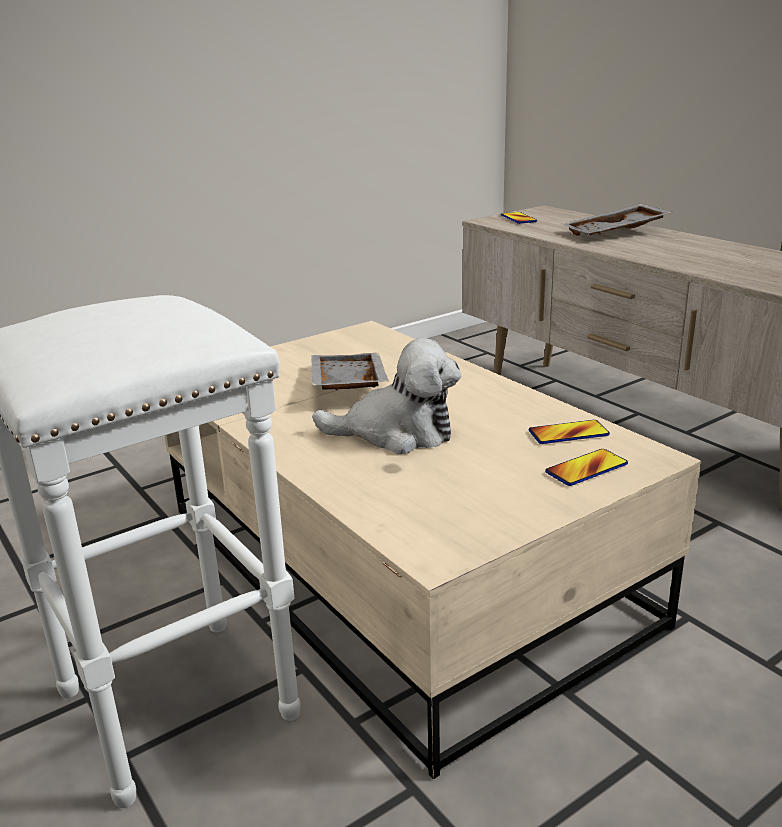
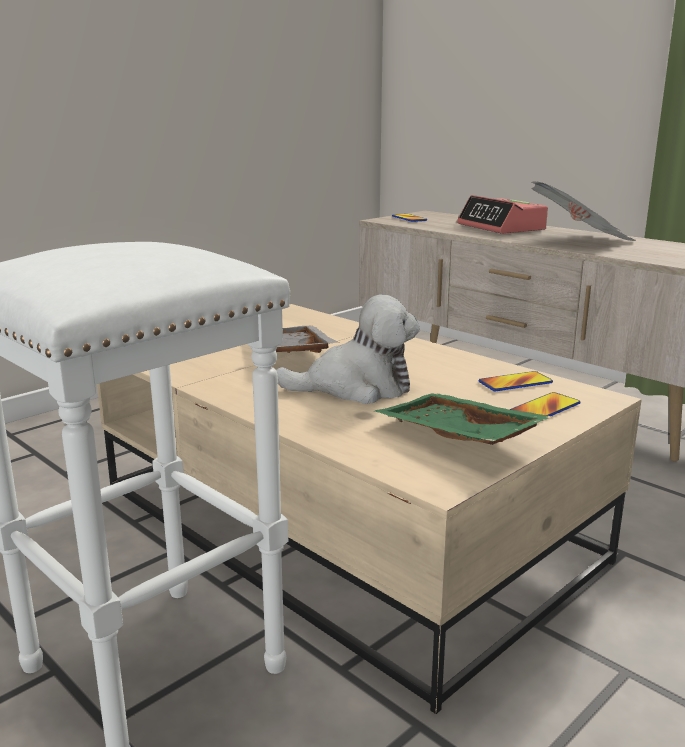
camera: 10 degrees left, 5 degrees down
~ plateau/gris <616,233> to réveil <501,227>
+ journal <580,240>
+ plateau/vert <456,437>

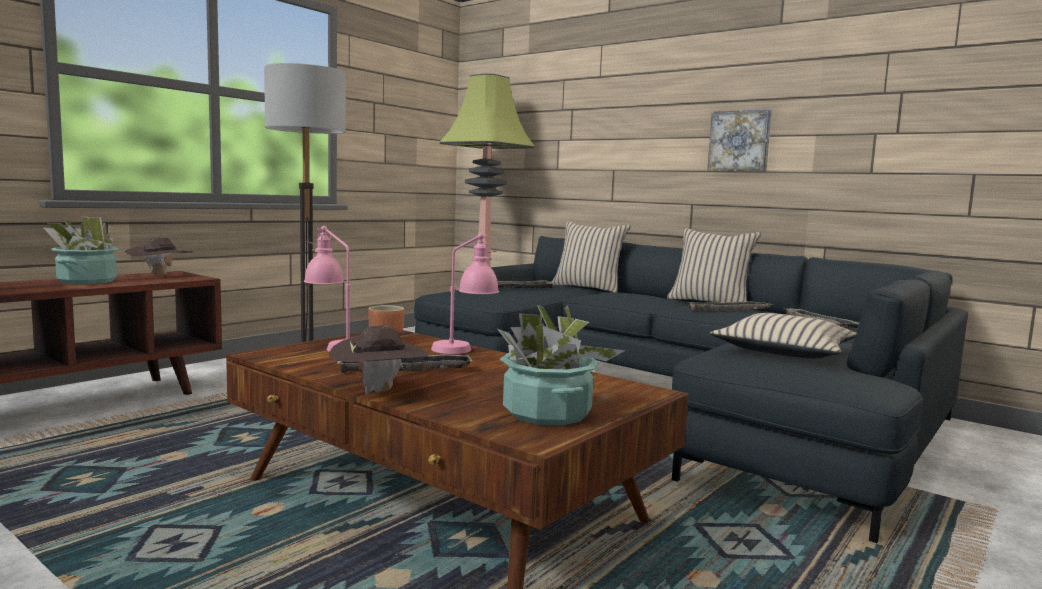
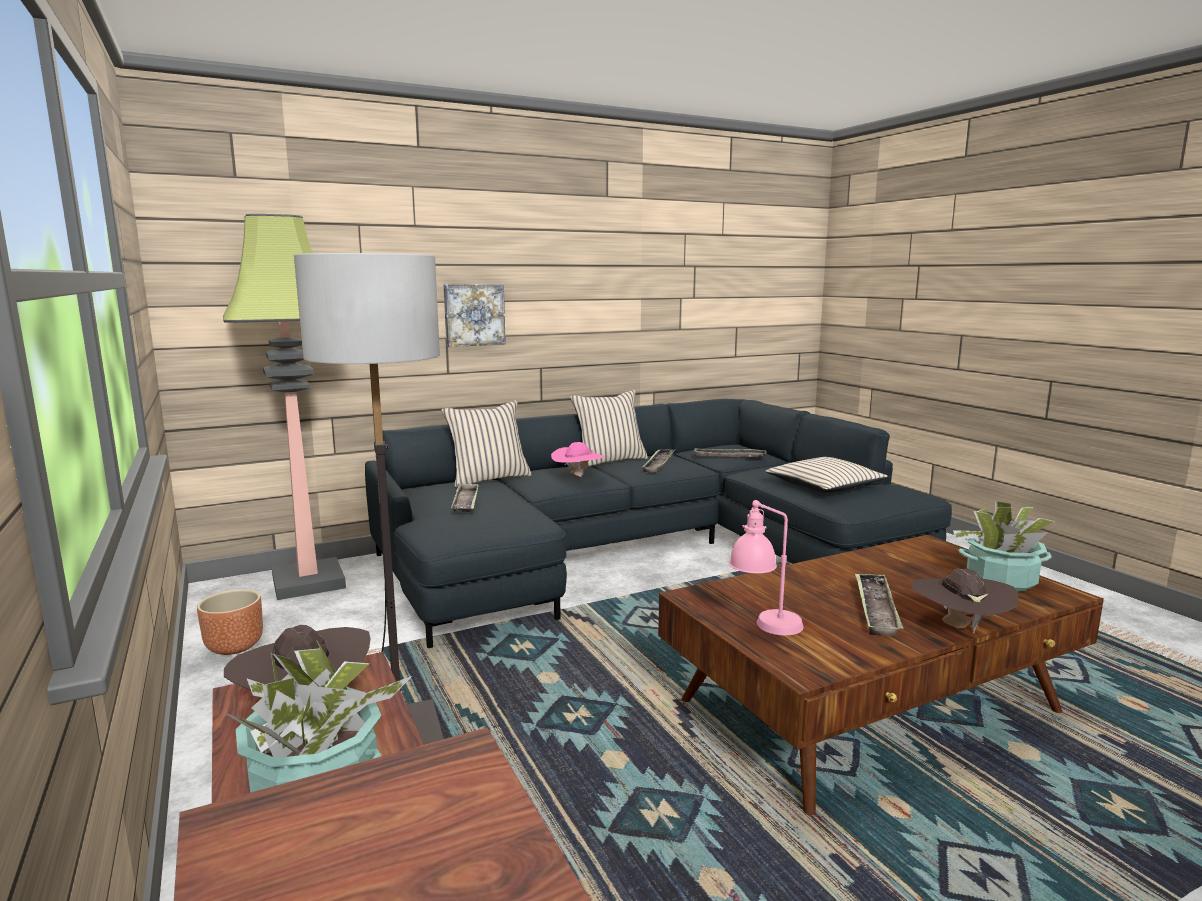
camera: 65 degrees left, 5 degrees up
~ tableau <740,141> to <474,314>
- lampe de table/rose <464,352>
+ chapeau/rose <578,477>

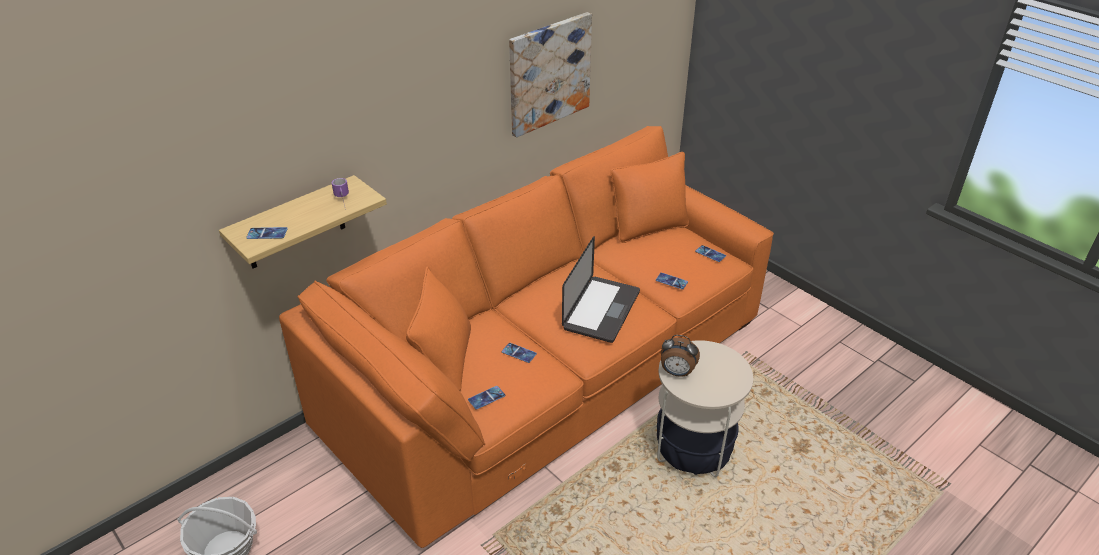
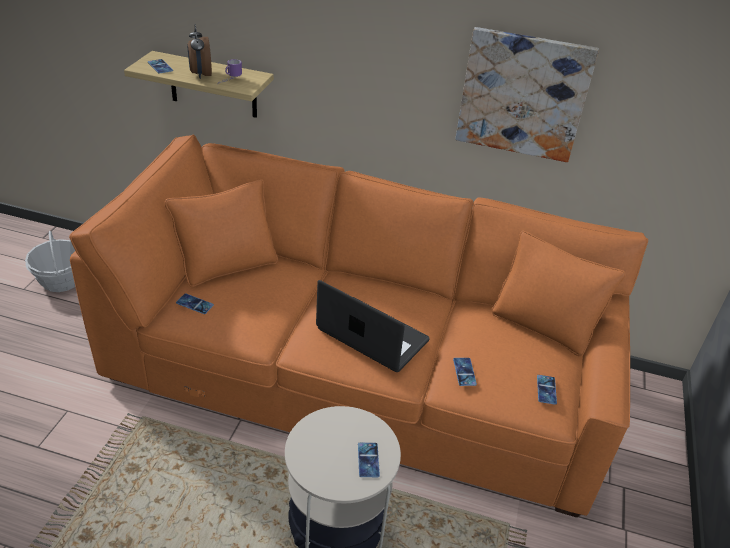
camera: 55 degrees right, 0 degrees up
~ ordinateur portable <601,310> = <372,335> 135 degrees counterclockwise
~ réveil <677,372> to <200,75>
~ téléphone <519,353> to <368,460>

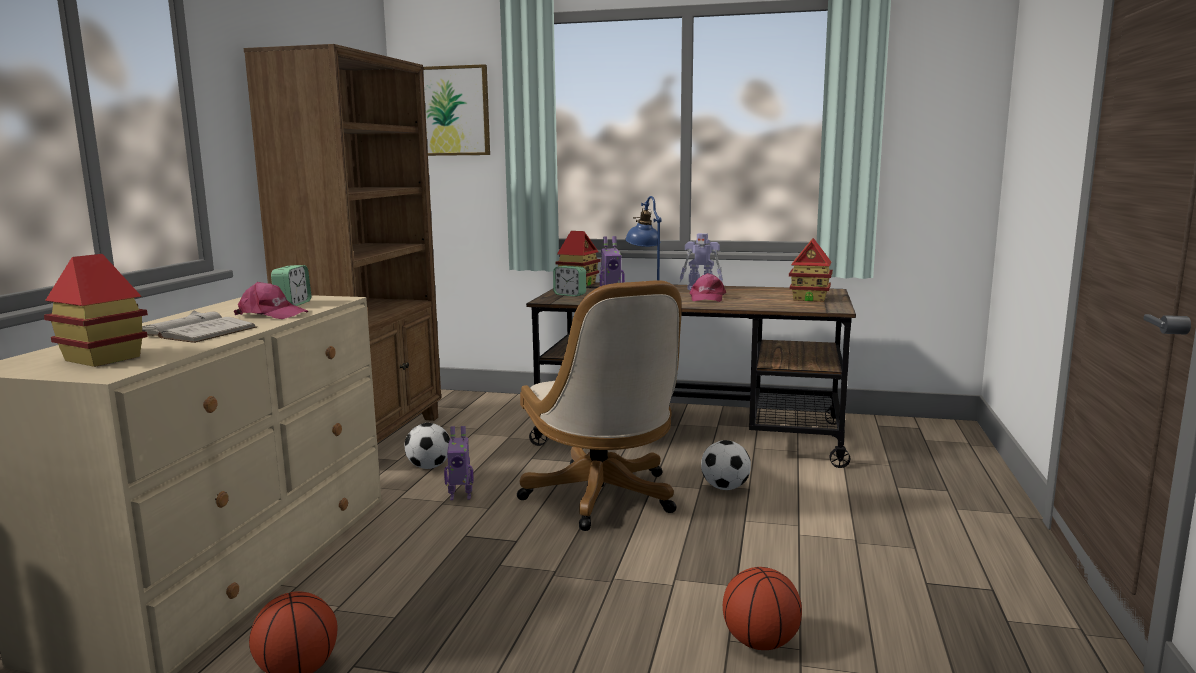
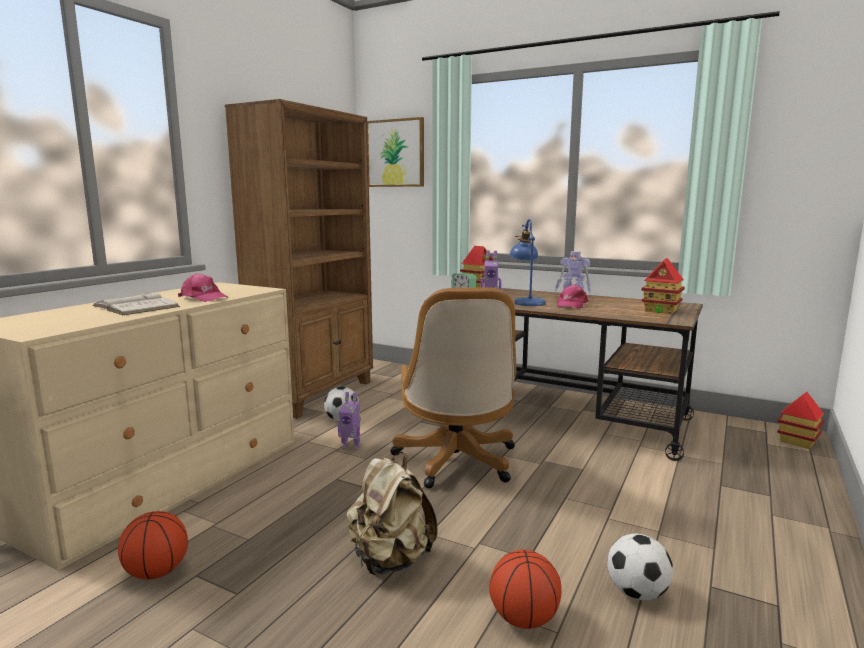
camera: 15 degrees right, 0 degrees up
~ maison miniature <102,358> to <797,442>
- réveil <293,304>
~ ballon de foot <725,488> to <637,593>
+ sac à dos/beige <390,560>

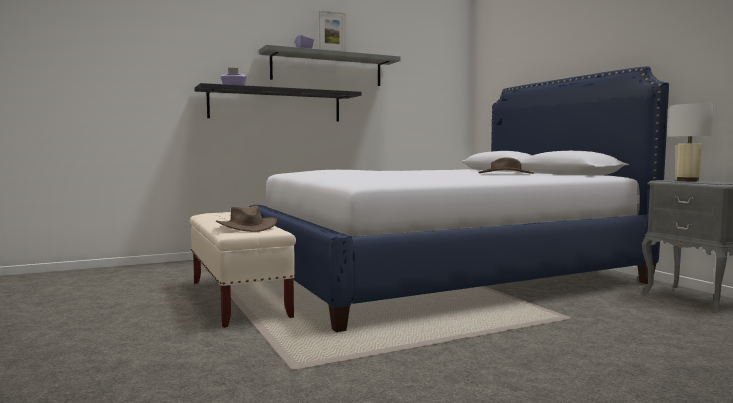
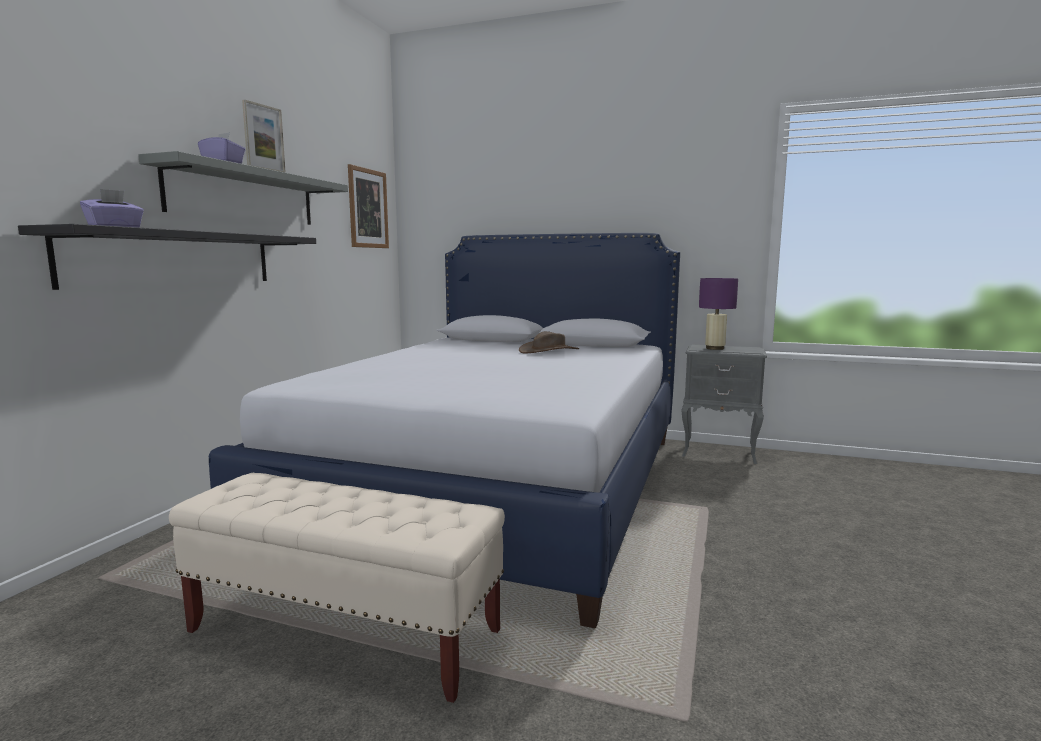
camera: 45 degrees left, 5 degrees up
~ lampe de table/blanc <688,181> to lampe de table/violet <715,348>
- chapeau/marron <246,227>
+ tableau <368,208>

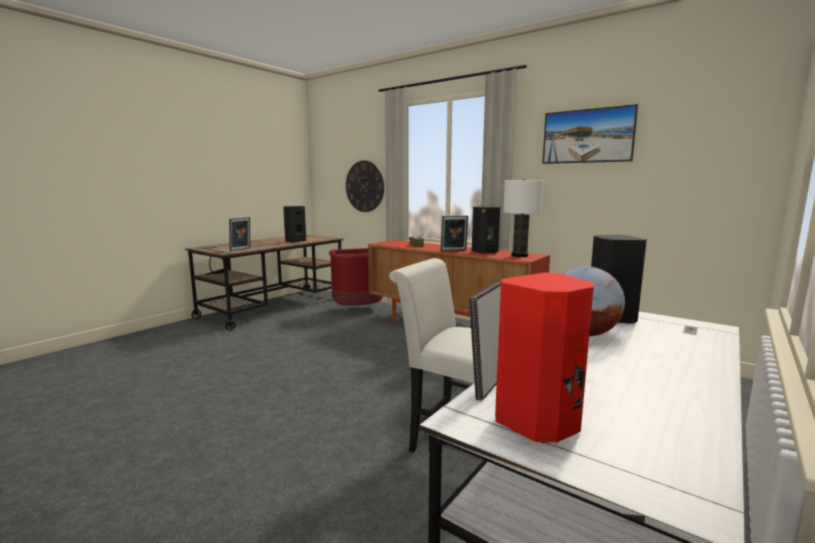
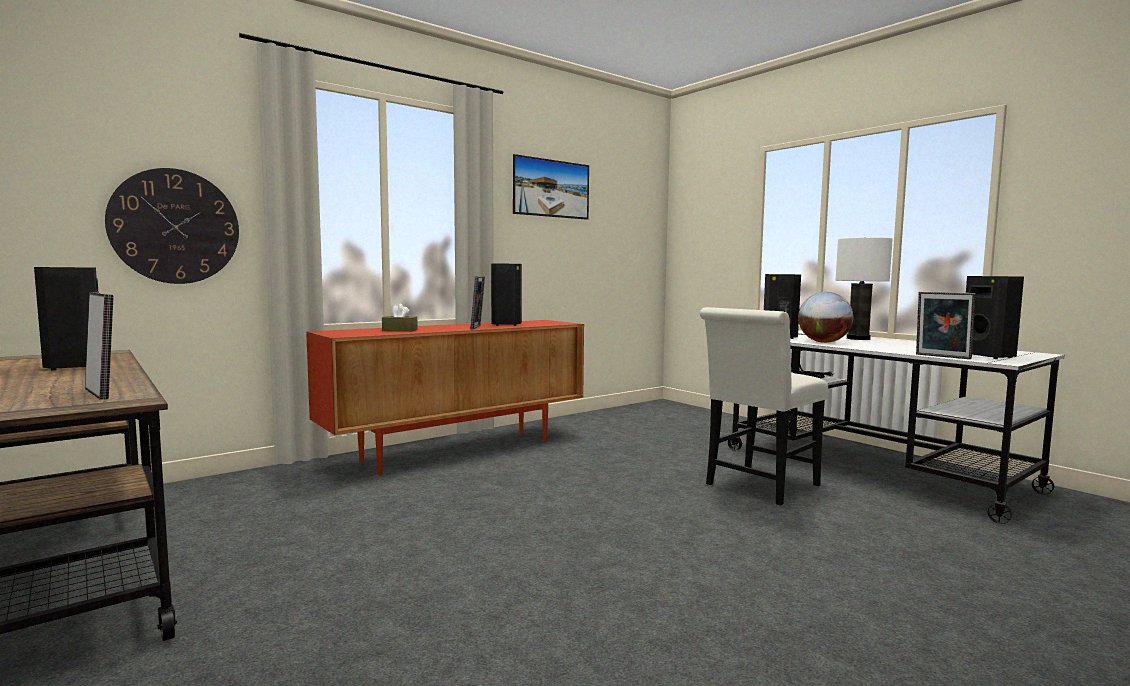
camera: 75 degrees left, 5 degrees down
~ lampe de table/blanc <520,255> to <858,338>
- poubelle/rouge <358,310>
~ enceinte/rouge <540,424> to enceinte/noir <989,356>

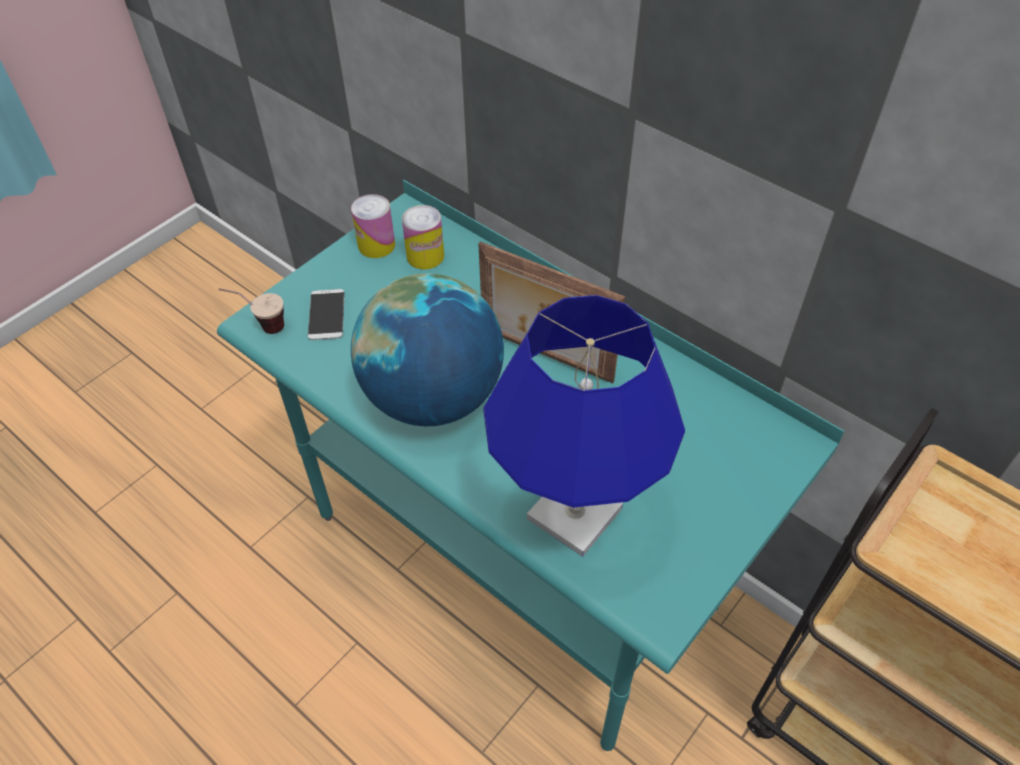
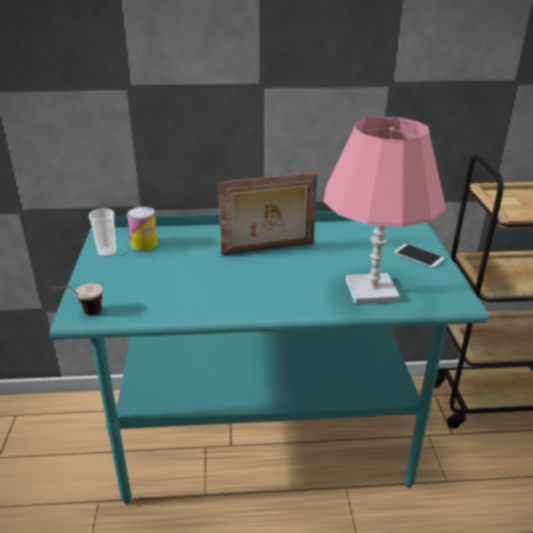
camera: 45 degrees left, 20 degrees down
~ boîte métallique <376,245> to tasse <107,252>
- globe <432,397>
~ téléphone <326,315> to <418,256>
~ lampe de table/bleu <574,514> to lampe de table/rose <372,291>

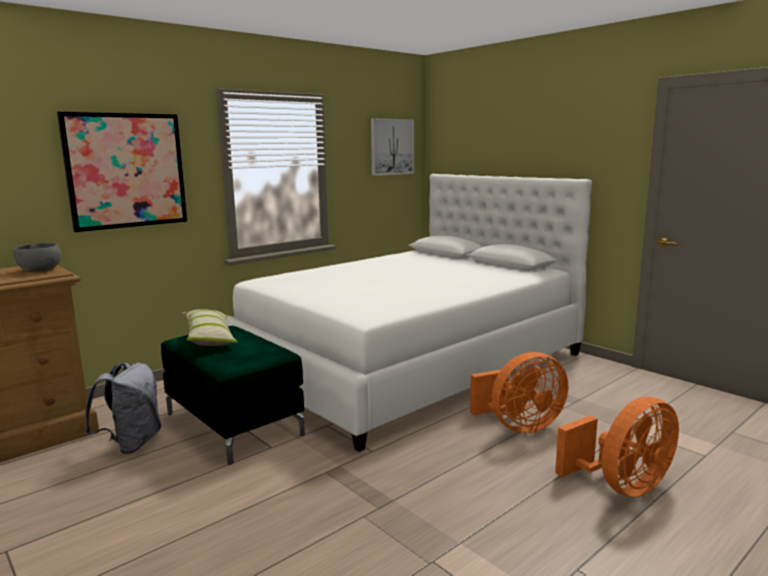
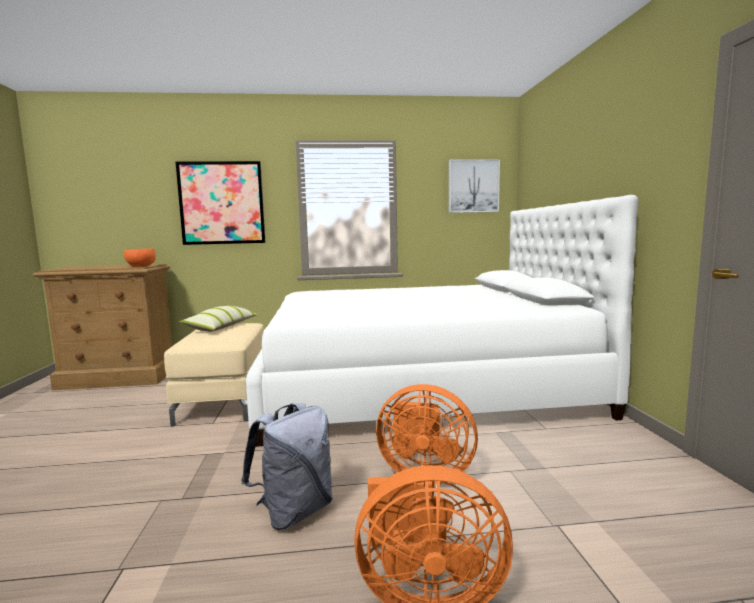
camera: 35 degrees right, 5 degrees down
~ bol/gris <40,270> to bol/orange <141,266>
~ pouf/vert <234,423> to pouf/beige <225,400>
~ sac à dos/gris <131,444> to <294,511>

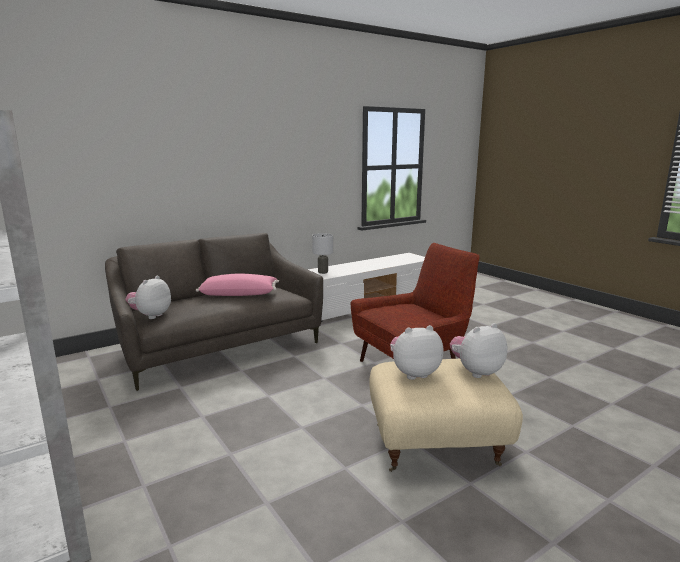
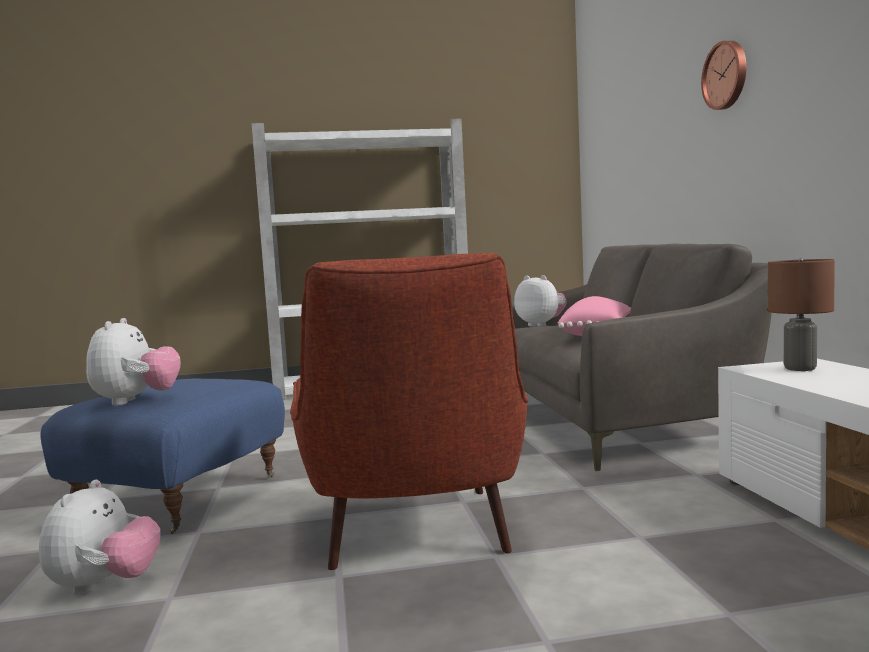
camera: 115 degrees right, 10 degrees down
~ lampe de table/blanc <322,272> to lampe de table/marron <798,369>
~ peluche <413,373> to <104,586>
~ pouf/beige <436,446> to pouf/bleu <179,497>
+ horloge murale <726,75>

